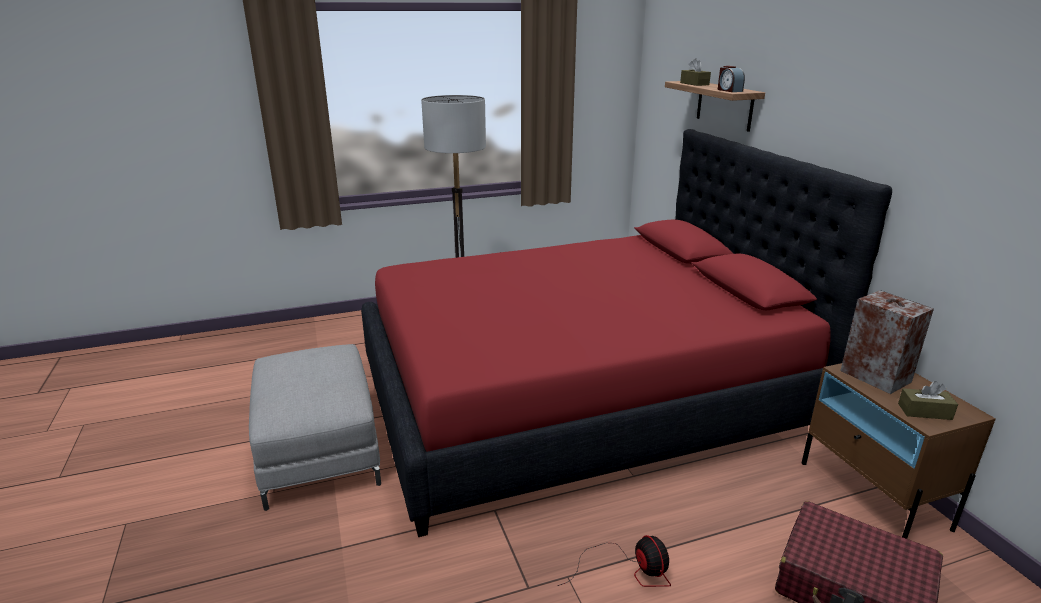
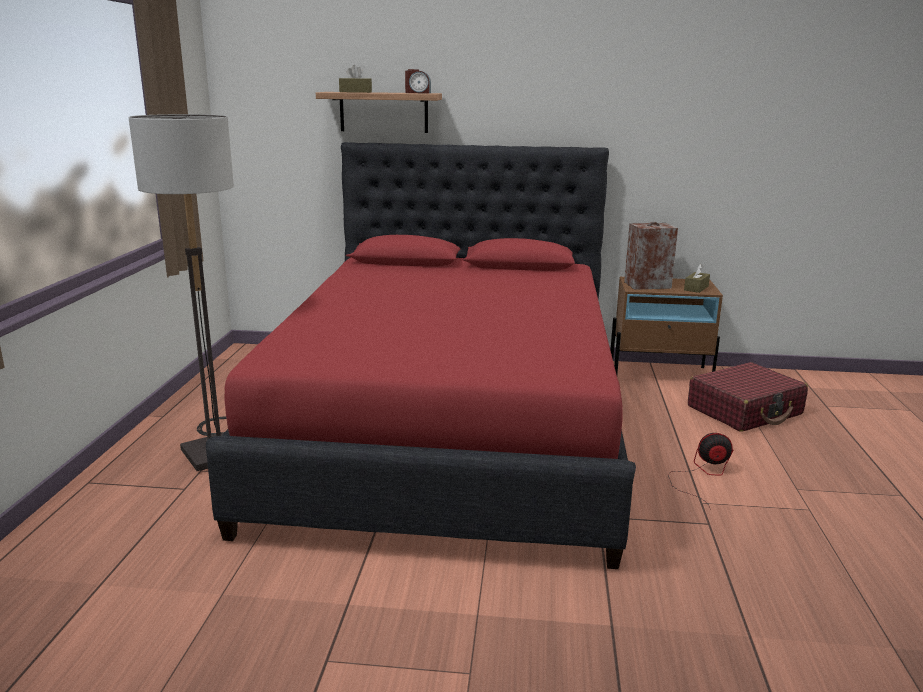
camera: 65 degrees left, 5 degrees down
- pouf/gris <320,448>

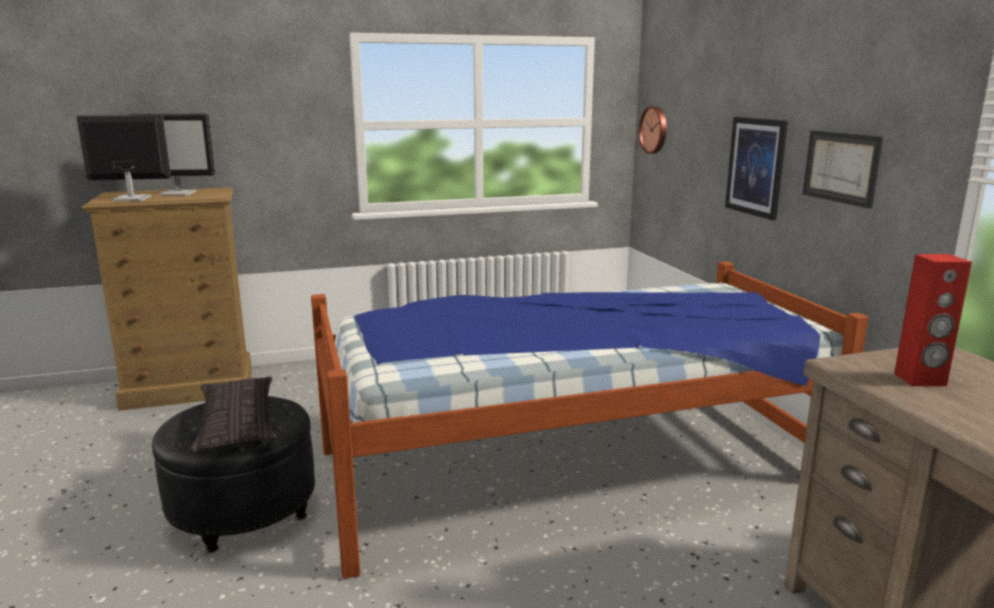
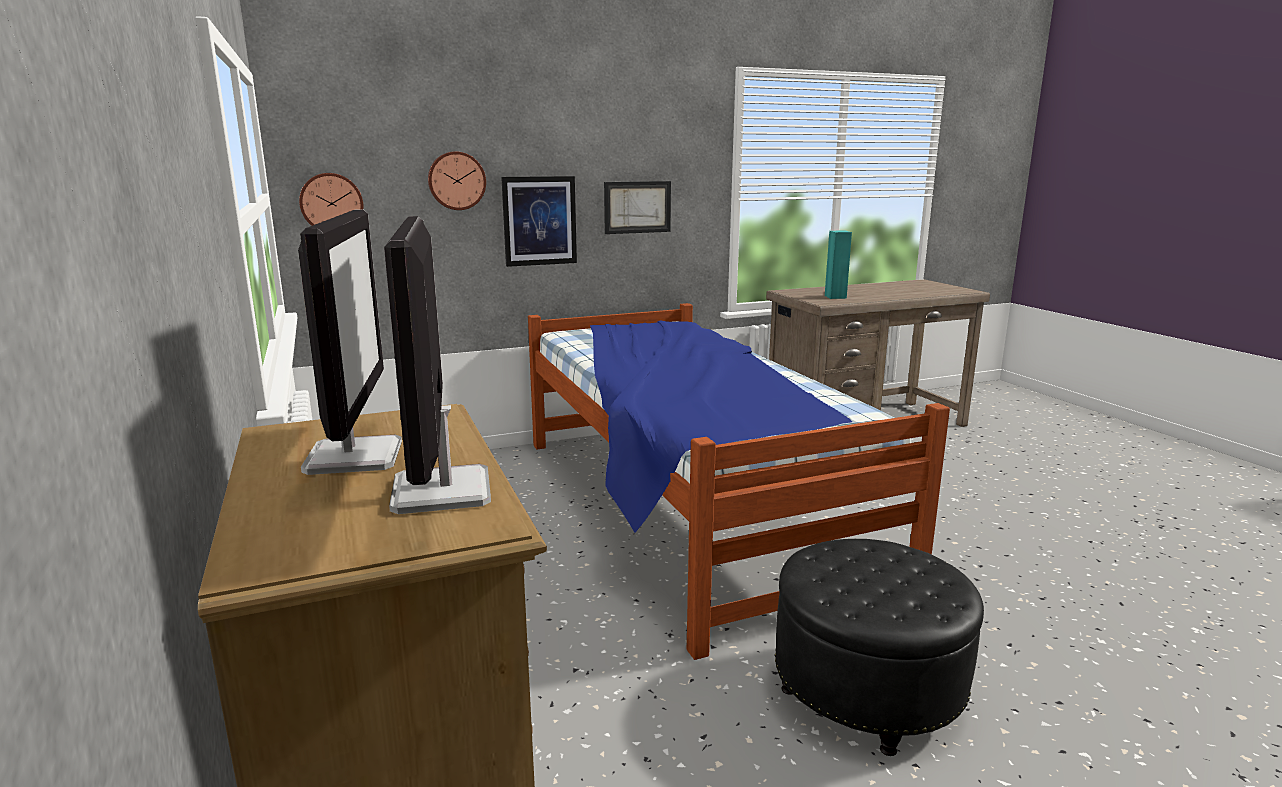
camera: 95 degrees left, 0 degrees up
~ enceinte/rouge <920,380> to enceinte/turquoise <835,297>
- coussin <237,422>
+ horloge murale <456,181>

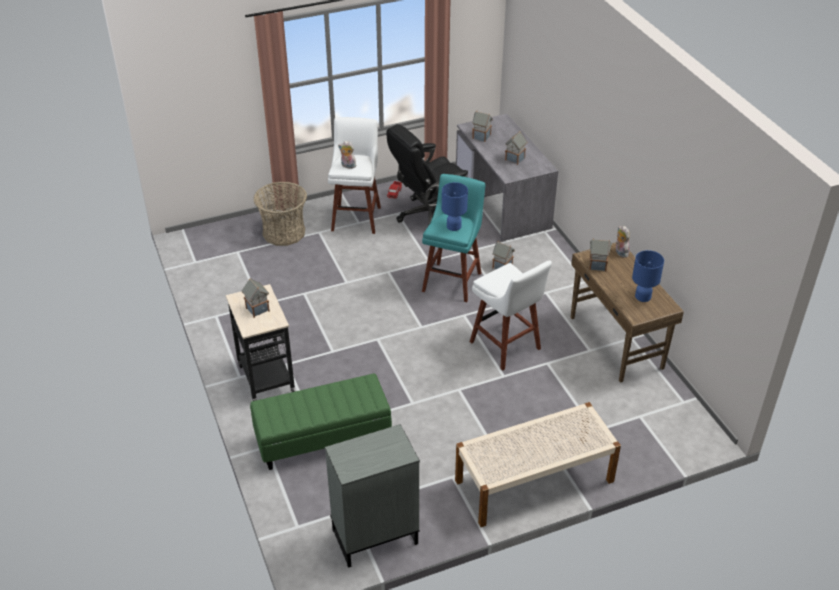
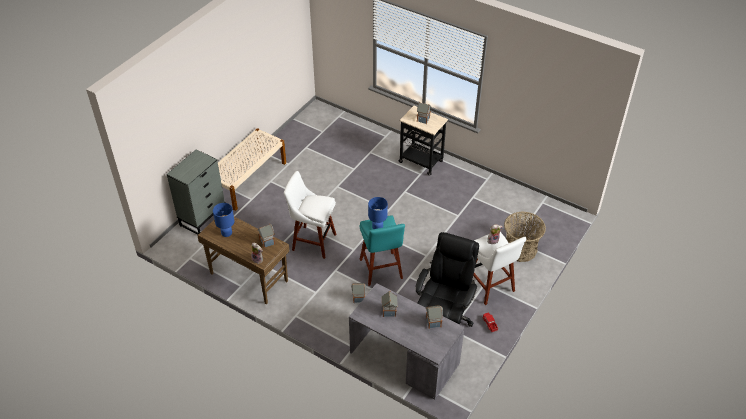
camera: 145 degrees right, 5 degrees up
- pouf/vert <323,440>
~ commode/gris <374,537> to <203,218>

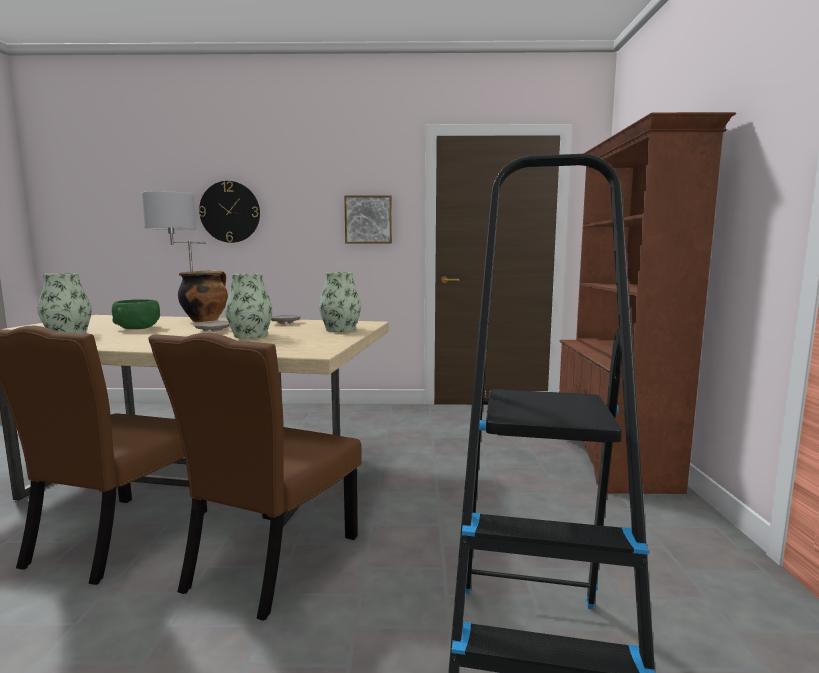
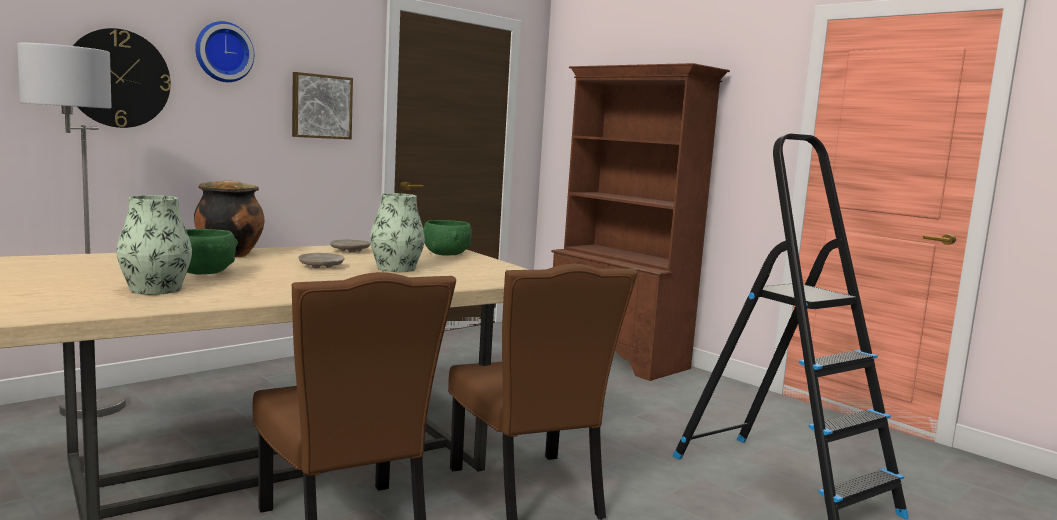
camera: 45 degrees left, 0 degrees up
~ vase <340,329> to bol/vert <446,254>
+ horloge murale <223,52>

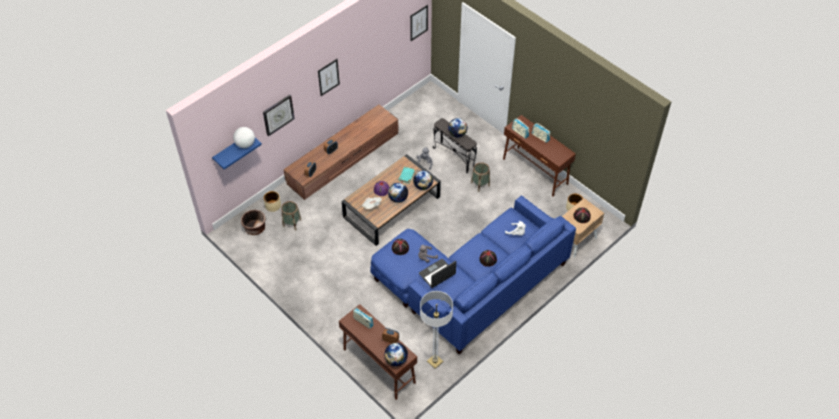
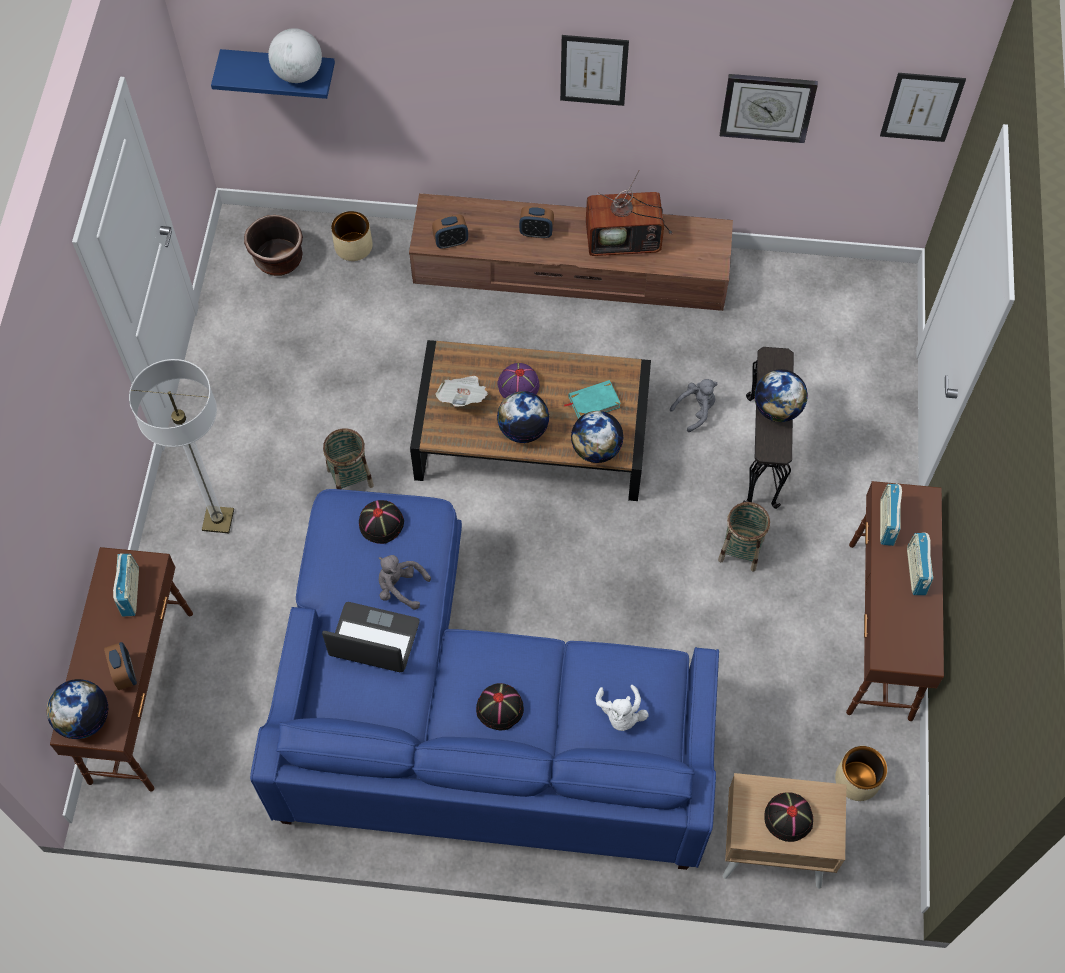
camera: 50 degrees right, 10 degrees up
~ horloge murale <278,115> to <767,107>
~ panier <292,223> to <350,477>
~ lampadaire <435,361> to <218,520>
+ téléviseur <625,238>

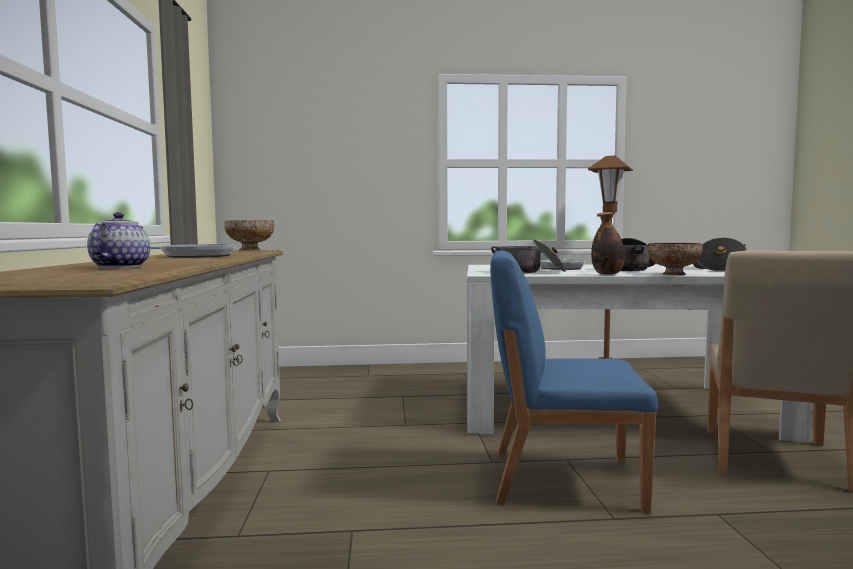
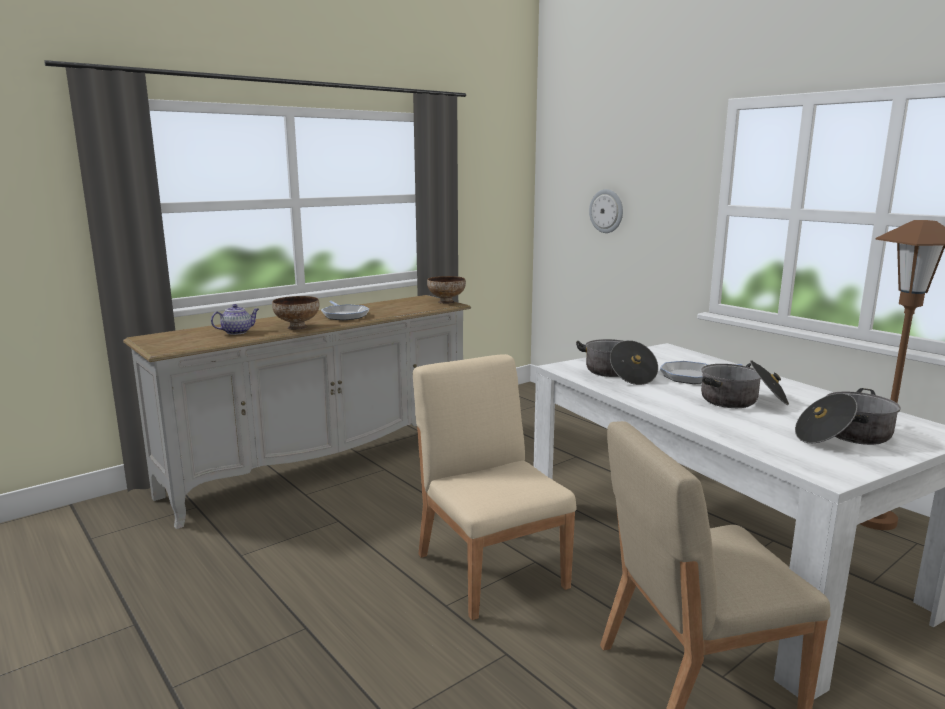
camera: 55 degrees right, 10 degrees up
- bouteille <607,274>
~ bol <673,274> to <298,327>
~ chaise/bleu <562,479> to chaise/beige <491,569>
+ horloge murale <606,211>

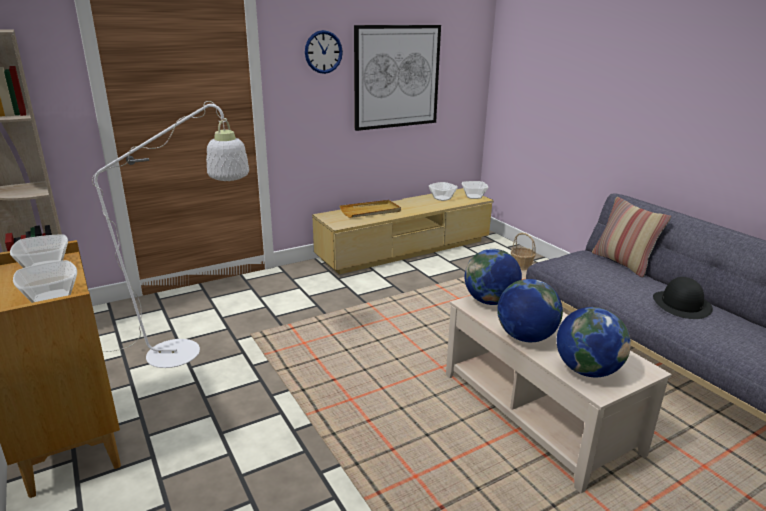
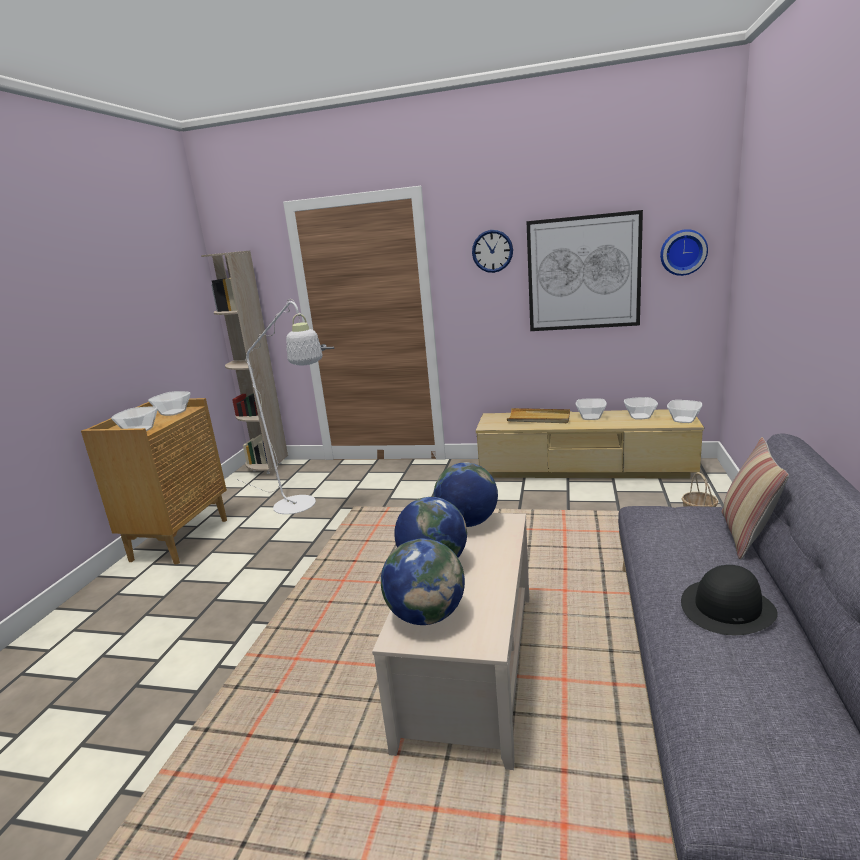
camera: 45 degrees right, 5 degrees down
+ horloge murale <683,252>
+ bol <590,417>

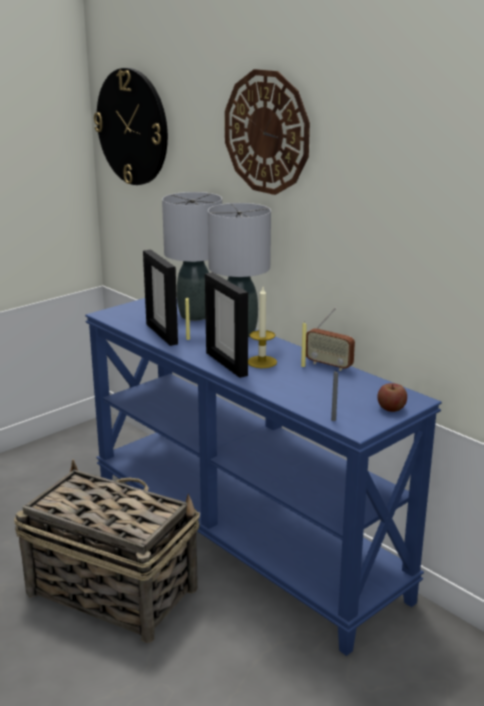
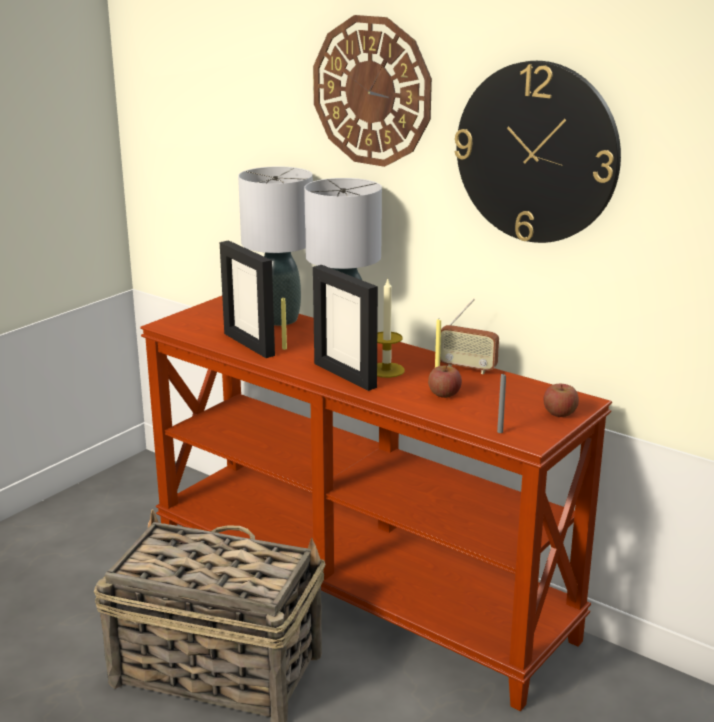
camera: 10 degrees left, 0 degrees up
~ horloge murale <132,127> to <536,153>
~ table console/bleu <244,536> to table console/marron <359,585>
+ pomme <444,394>

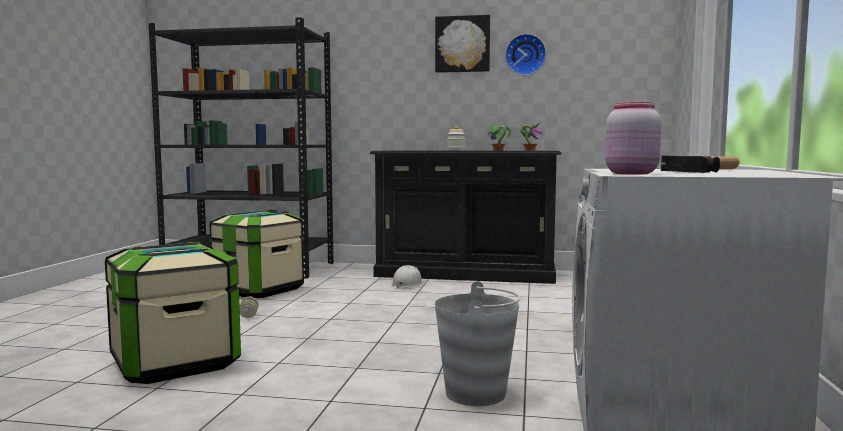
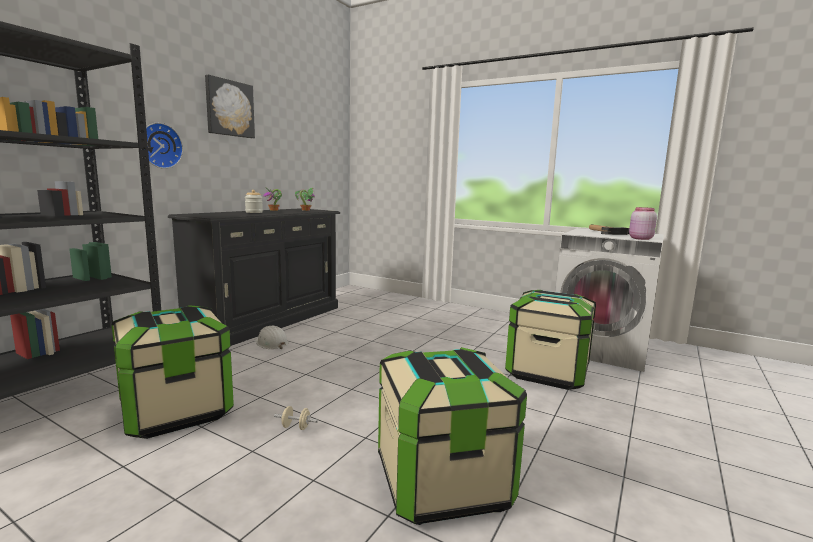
camera: 70 degrees left, 5 degrees up
~ horloge murale <525,55> to <159,145>
~ seau/gris <476,394> to boîte de rangement <547,372>

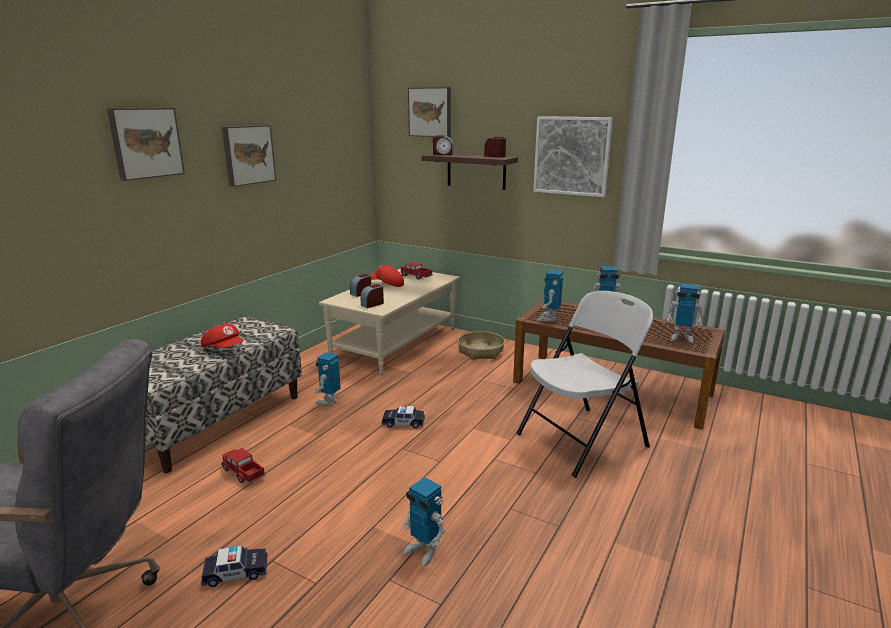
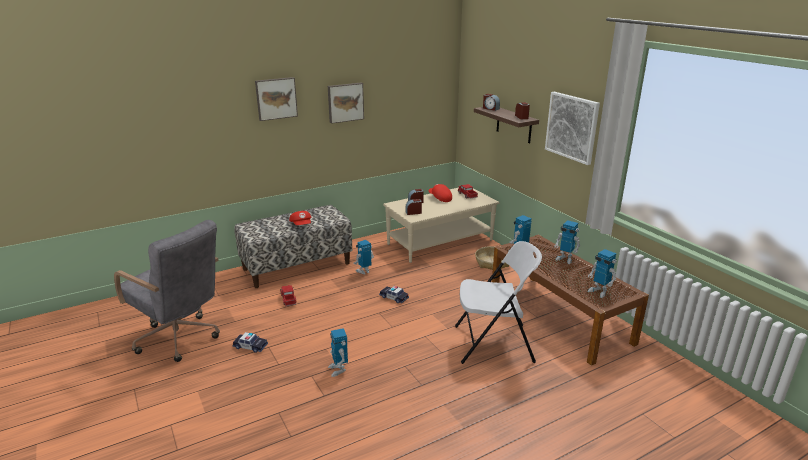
camera: 30 degrees right, 5 degrees up
- tableau <430,112>

